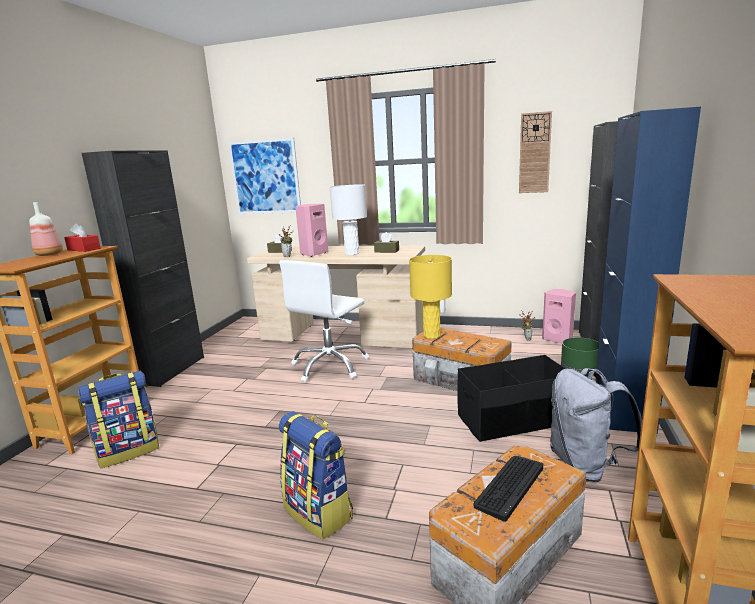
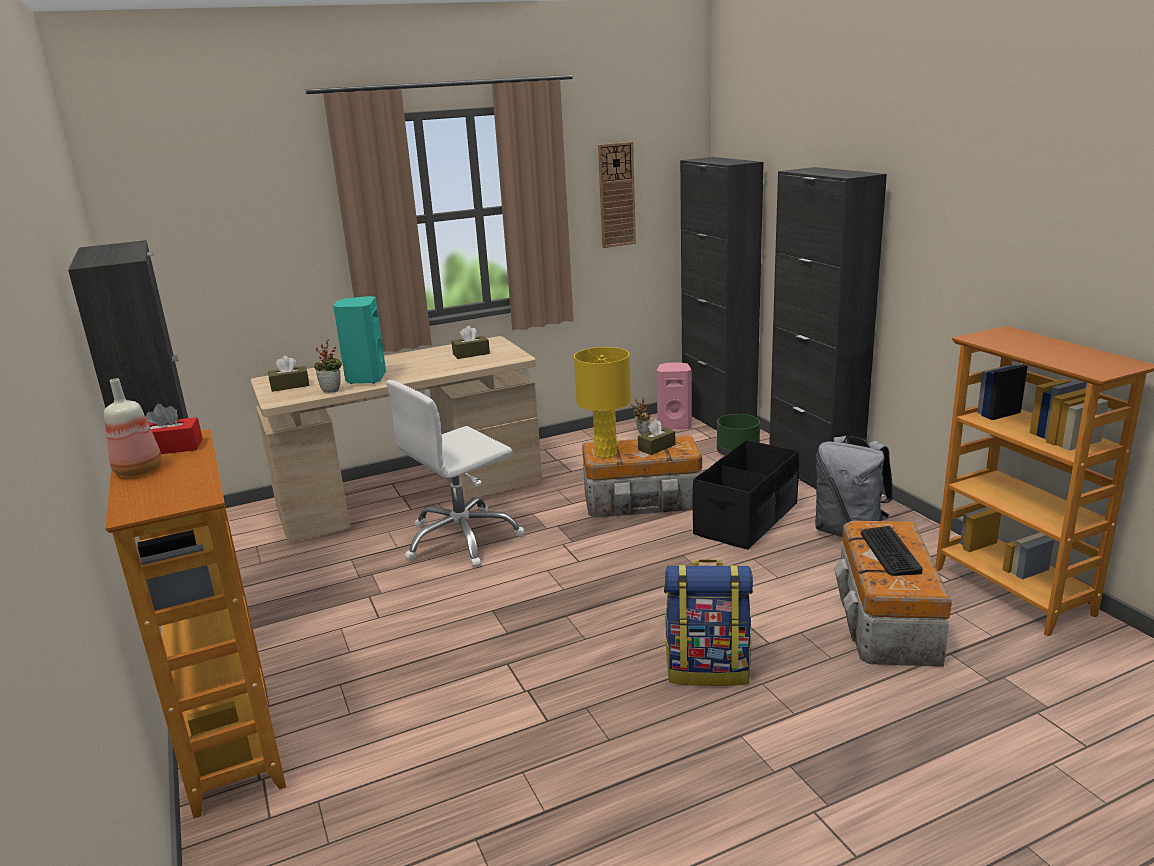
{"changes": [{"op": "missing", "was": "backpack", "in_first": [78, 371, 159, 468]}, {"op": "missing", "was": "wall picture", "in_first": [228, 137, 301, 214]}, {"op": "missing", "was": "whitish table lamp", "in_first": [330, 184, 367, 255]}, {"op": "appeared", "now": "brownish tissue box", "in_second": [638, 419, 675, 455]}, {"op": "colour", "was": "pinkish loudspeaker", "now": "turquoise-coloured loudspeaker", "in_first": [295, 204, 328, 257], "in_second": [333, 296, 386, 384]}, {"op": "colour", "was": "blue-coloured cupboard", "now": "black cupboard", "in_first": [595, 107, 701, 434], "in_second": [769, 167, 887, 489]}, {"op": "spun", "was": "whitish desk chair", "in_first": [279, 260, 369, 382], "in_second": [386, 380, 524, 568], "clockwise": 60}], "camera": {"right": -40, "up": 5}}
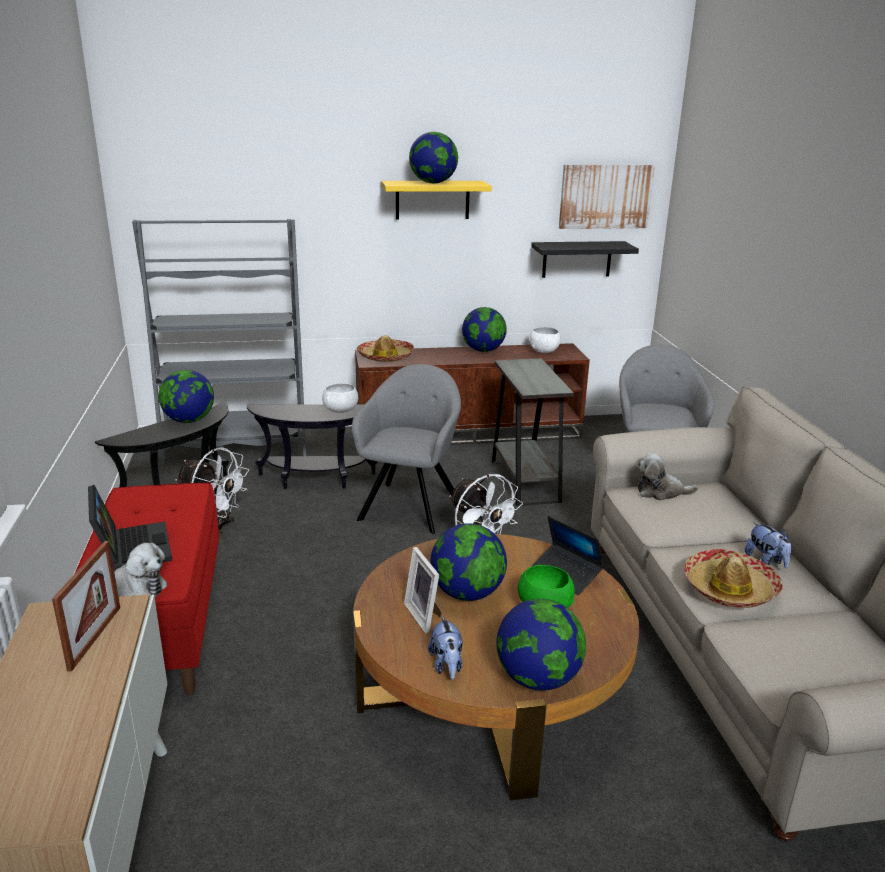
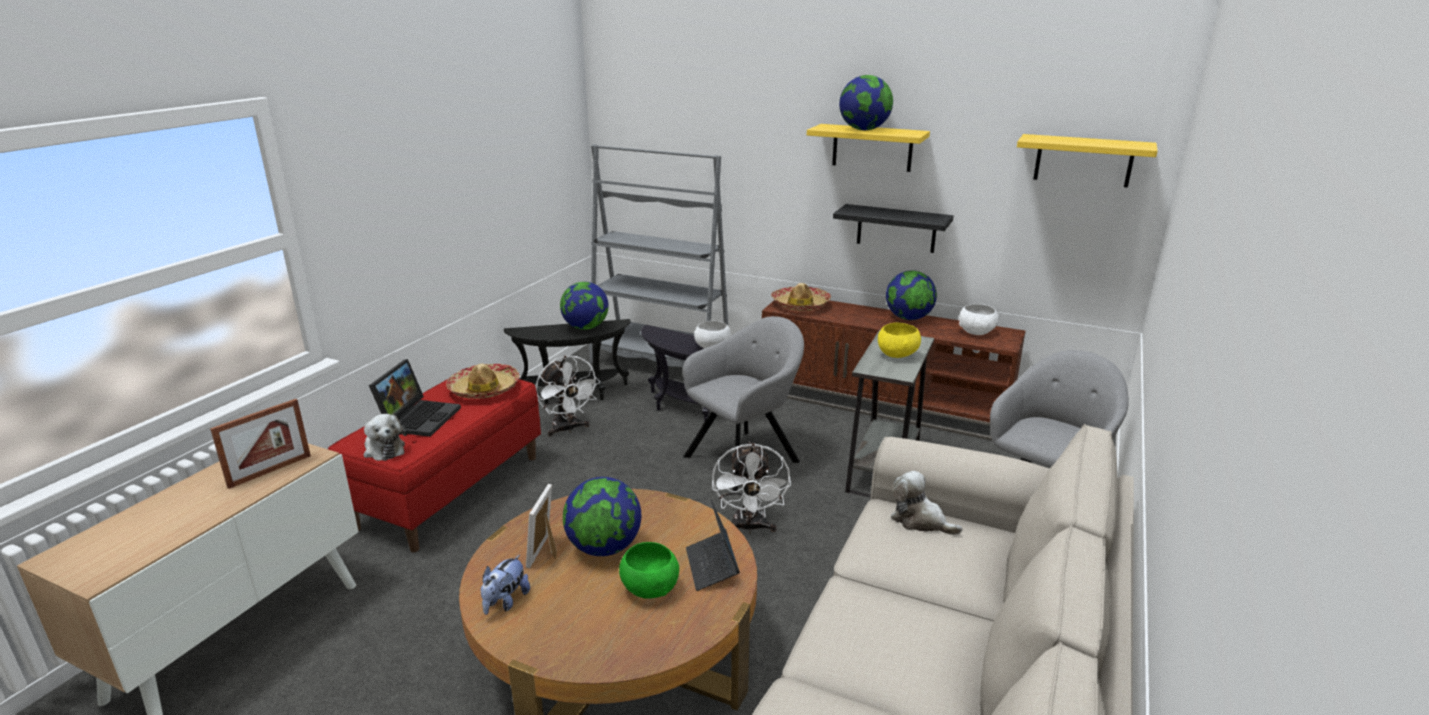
{"changes": [{"op": "missing", "was": "desk globe", "in_first": [496, 599, 586, 691]}, {"op": "missing", "was": "soft toy", "in_first": [745, 522, 792, 568]}, {"op": "appeared", "now": "yellow-coloured deep dish", "in_second": [878, 322, 921, 358]}, {"op": "relocated", "was": "black wall shelf", "in_first": [531, 241, 639, 278], "in_second": [833, 204, 954, 253]}, {"op": "relocated", "was": "wearable hat", "in_first": [684, 549, 783, 608], "in_second": [446, 364, 520, 399]}, {"op": "exchanged", "was": "wall picture", "now": "yellow-coloured wall shelf", "in_first": [559, 165, 655, 229], "in_second": [1017, 134, 1158, 188]}], "camera": {"right": 35, "up": 0}}
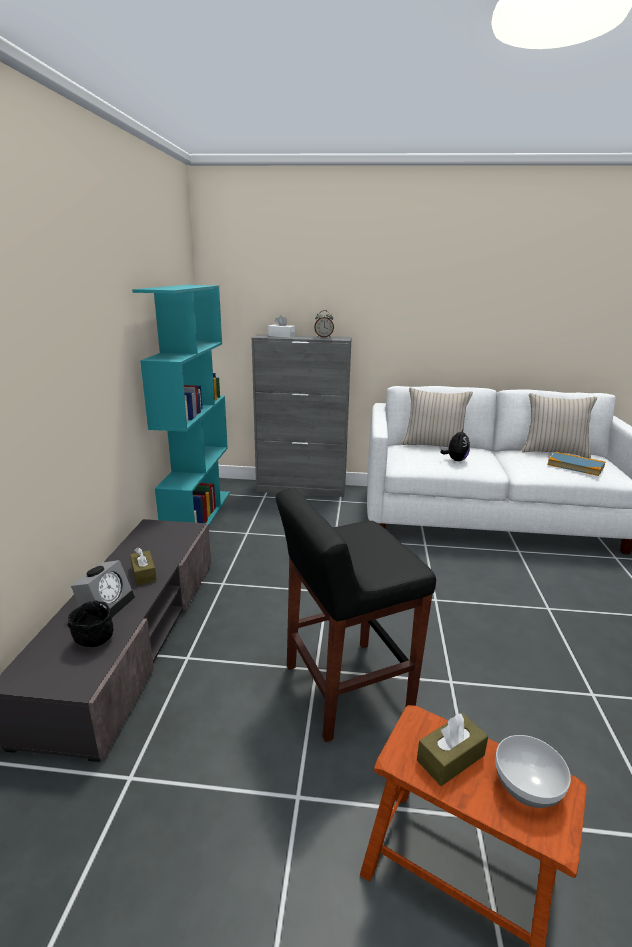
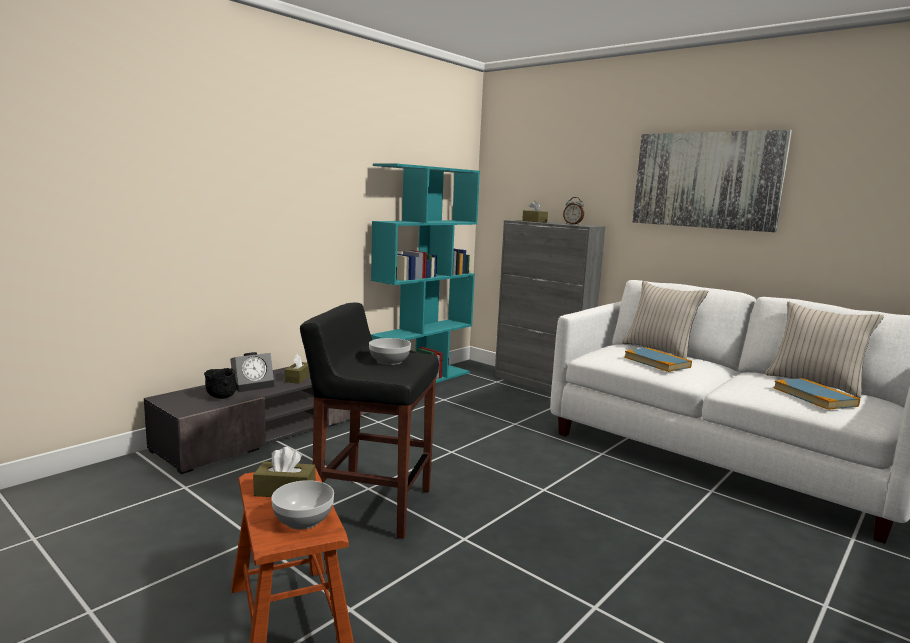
{"changes": [{"op": "appeared", "now": "deep dish", "in_second": [369, 338, 411, 365]}, {"op": "appeared", "now": "wall picture", "in_second": [632, 130, 792, 232]}, {"op": "exchanged", "was": "soft toy", "now": "book", "in_first": [440, 428, 470, 461], "in_second": [624, 347, 692, 372]}, {"op": "colour", "was": "whitish tissue box", "now": "brownish tissue box", "in_first": [268, 315, 295, 338], "in_second": [522, 201, 548, 222]}], "camera": {"right": 35, "up": -10}}
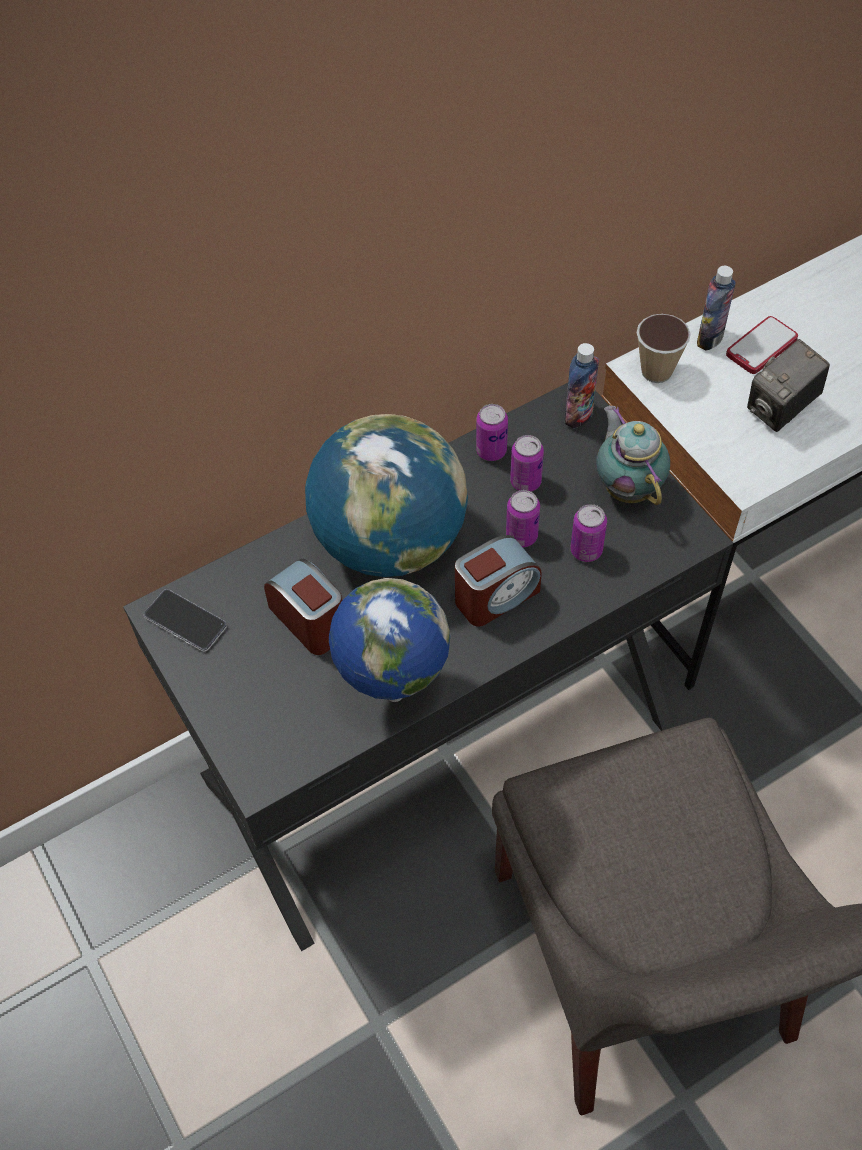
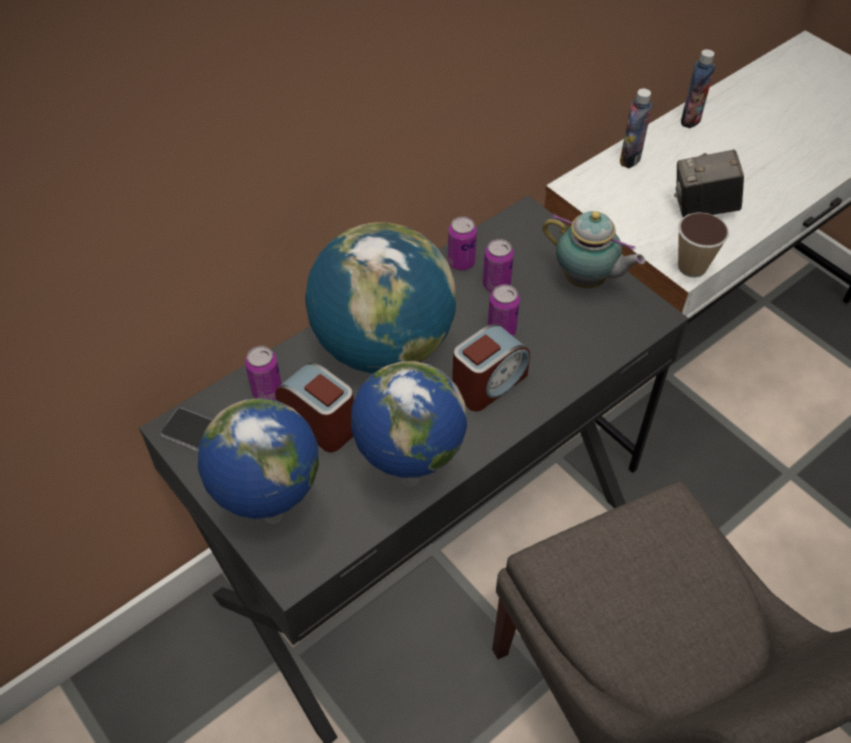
{"changes": [{"op": "missing", "was": "phone", "in_first": [726, 316, 798, 374]}, {"op": "appeared", "now": "desk globe", "in_second": [198, 398, 319, 524]}, {"op": "relocated", "was": "bottle", "in_first": [564, 343, 599, 428], "in_second": [681, 49, 715, 128]}, {"op": "relocated", "was": "sealed can", "in_first": [570, 504, 607, 562], "in_second": [245, 346, 282, 400]}, {"op": "relocated", "was": "drinking cup", "in_first": [637, 314, 691, 383], "in_second": [678, 212, 729, 278]}, {"op": "spun", "was": "pot for tea", "in_first": [596, 406, 670, 505], "in_second": [543, 211, 645, 288], "clockwise": 150}, {"op": "spun", "was": "photo camera", "in_first": [747, 339, 830, 432], "in_second": [674, 149, 744, 217], "clockwise": 45}], "camera": {"right": -10, "up": -5}}
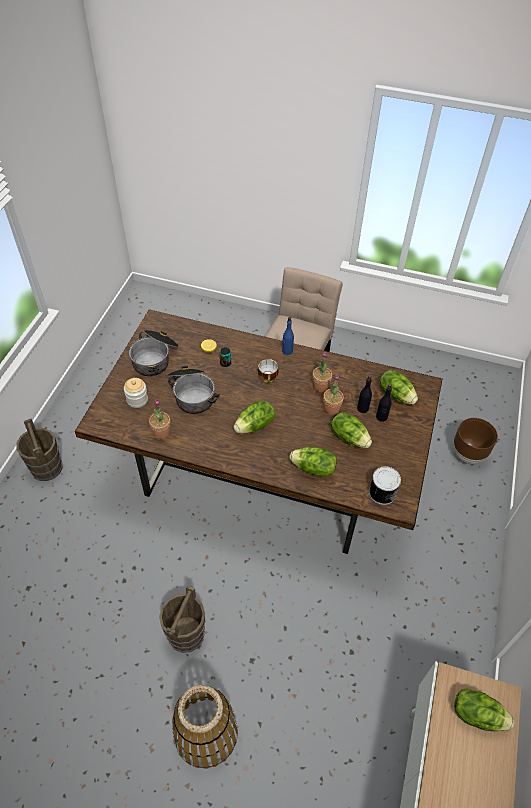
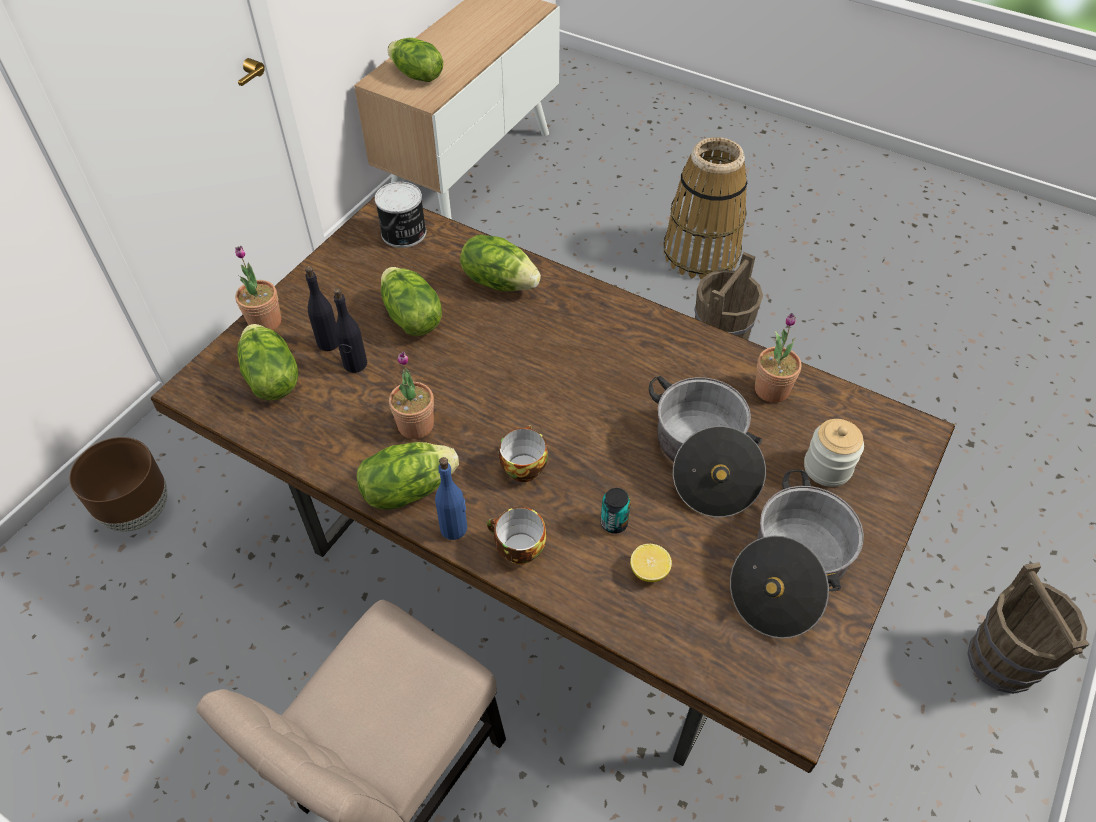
{"changes": [{"op": "appeared", "now": "drinking cup", "in_second": [487, 507, 546, 565]}, {"op": "relocated", "was": "head of lettuce", "in_first": [233, 401, 275, 434], "in_second": [357, 442, 459, 509]}, {"op": "relocated", "was": "houseplant", "in_first": [323, 375, 344, 415], "in_second": [235, 246, 282, 330]}], "camera": {"right": -165, "up": 0}}
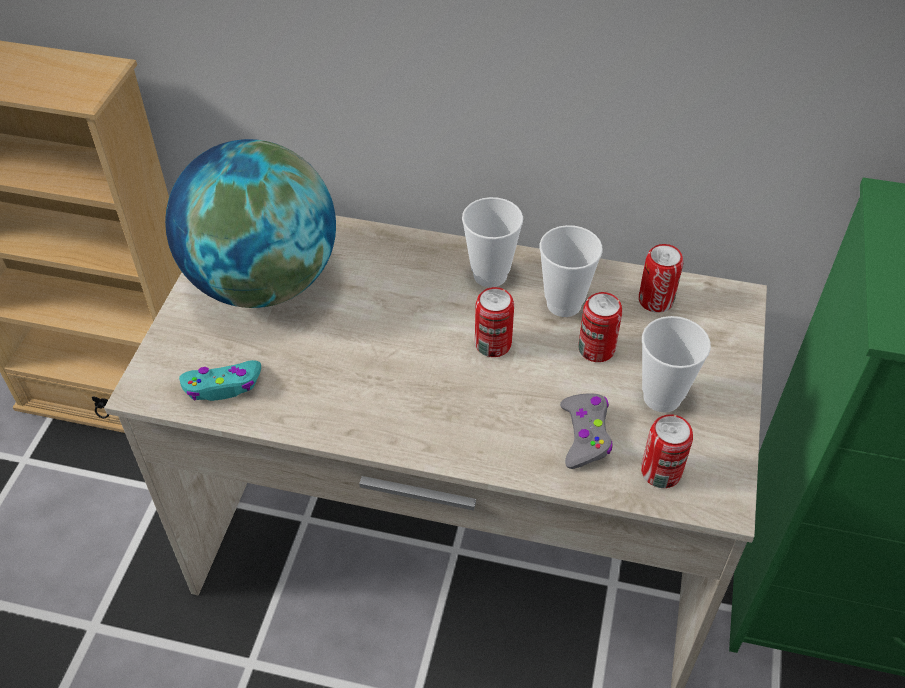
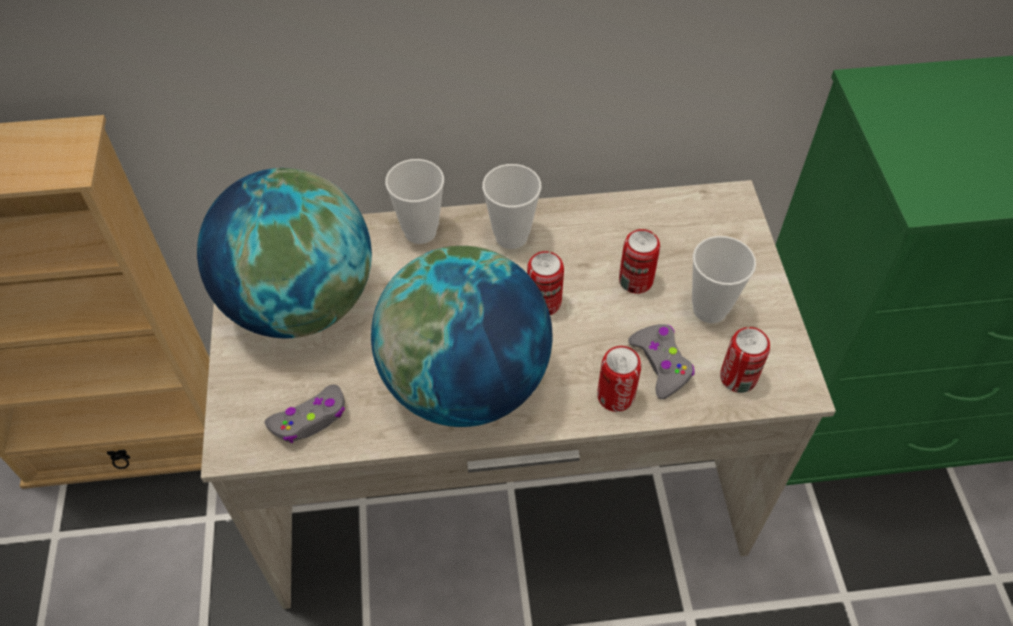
{"changes": [{"op": "appeared", "now": "desk globe", "in_second": [371, 246, 552, 427]}, {"op": "relocated", "was": "drinking cup", "in_first": [540, 225, 603, 317], "in_second": [385, 159, 444, 244]}, {"op": "relocated", "was": "sealed can", "in_first": [639, 244, 683, 313], "in_second": [597, 346, 641, 412]}, {"op": "colour", "was": "turquoise-coloured game controller", "now": "grey game controller", "in_first": [179, 360, 261, 401], "in_second": [265, 385, 345, 443]}], "camera": {"right": -20, "up": 5}}
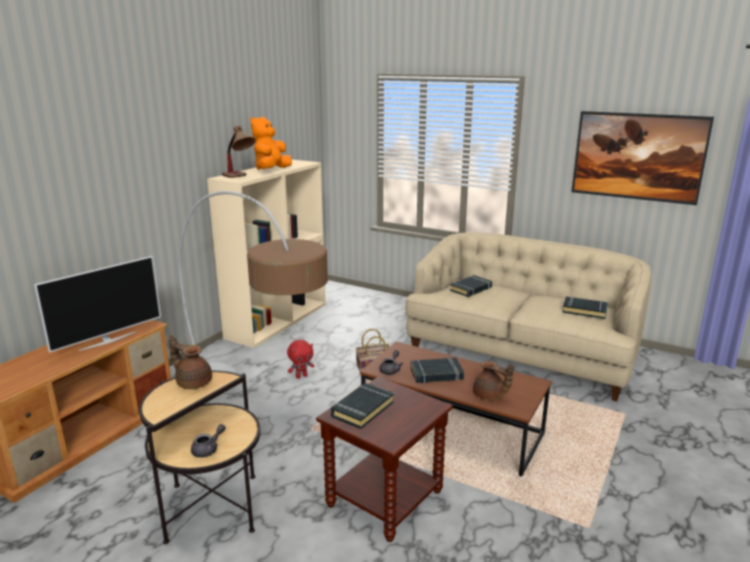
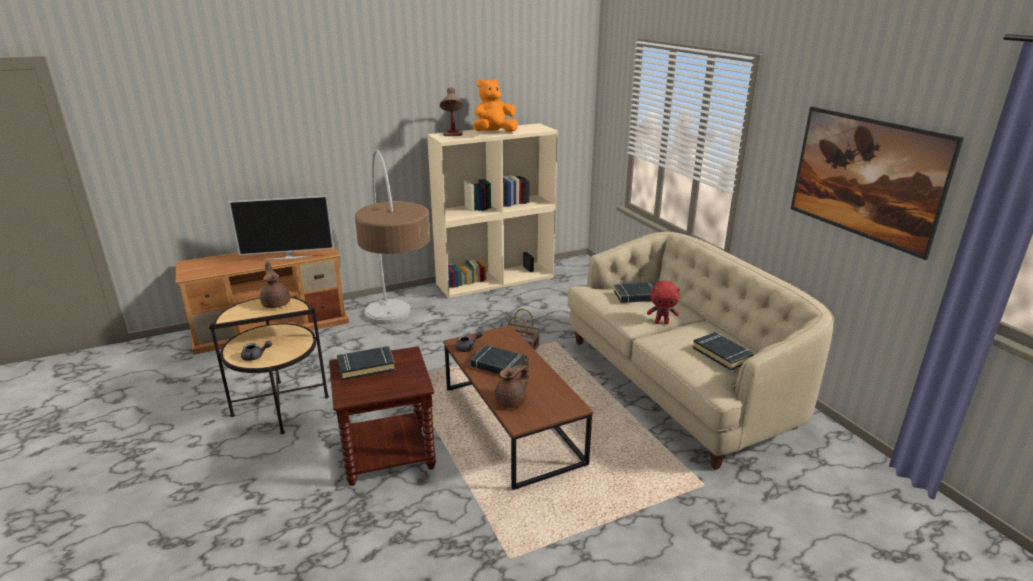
{"changes": [{"op": "relocated", "was": "red soft toy", "in_first": [287, 340, 314, 379], "in_second": [647, 281, 680, 324]}, {"op": "spun", "was": "brownish pot for tea", "in_first": [473, 361, 513, 400], "in_second": [495, 355, 529, 408], "clockwise": -120}], "camera": {"right": 35, "up": 5}}
